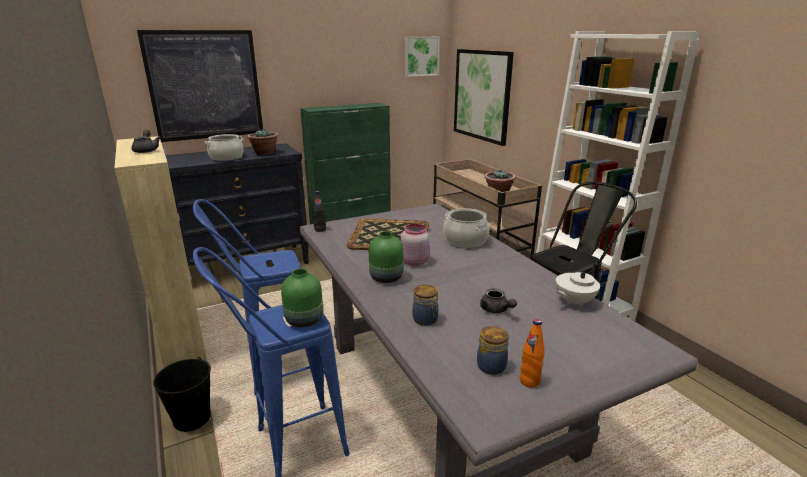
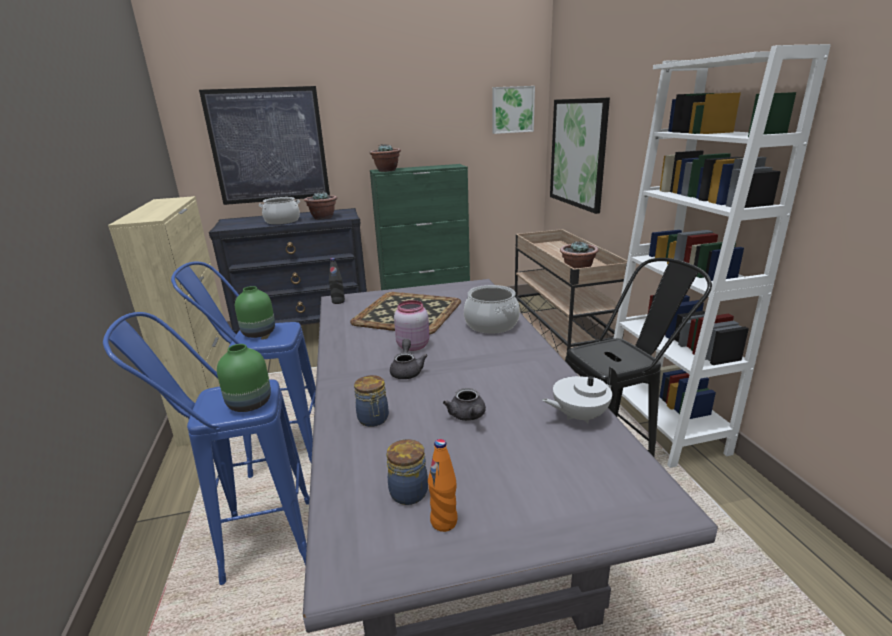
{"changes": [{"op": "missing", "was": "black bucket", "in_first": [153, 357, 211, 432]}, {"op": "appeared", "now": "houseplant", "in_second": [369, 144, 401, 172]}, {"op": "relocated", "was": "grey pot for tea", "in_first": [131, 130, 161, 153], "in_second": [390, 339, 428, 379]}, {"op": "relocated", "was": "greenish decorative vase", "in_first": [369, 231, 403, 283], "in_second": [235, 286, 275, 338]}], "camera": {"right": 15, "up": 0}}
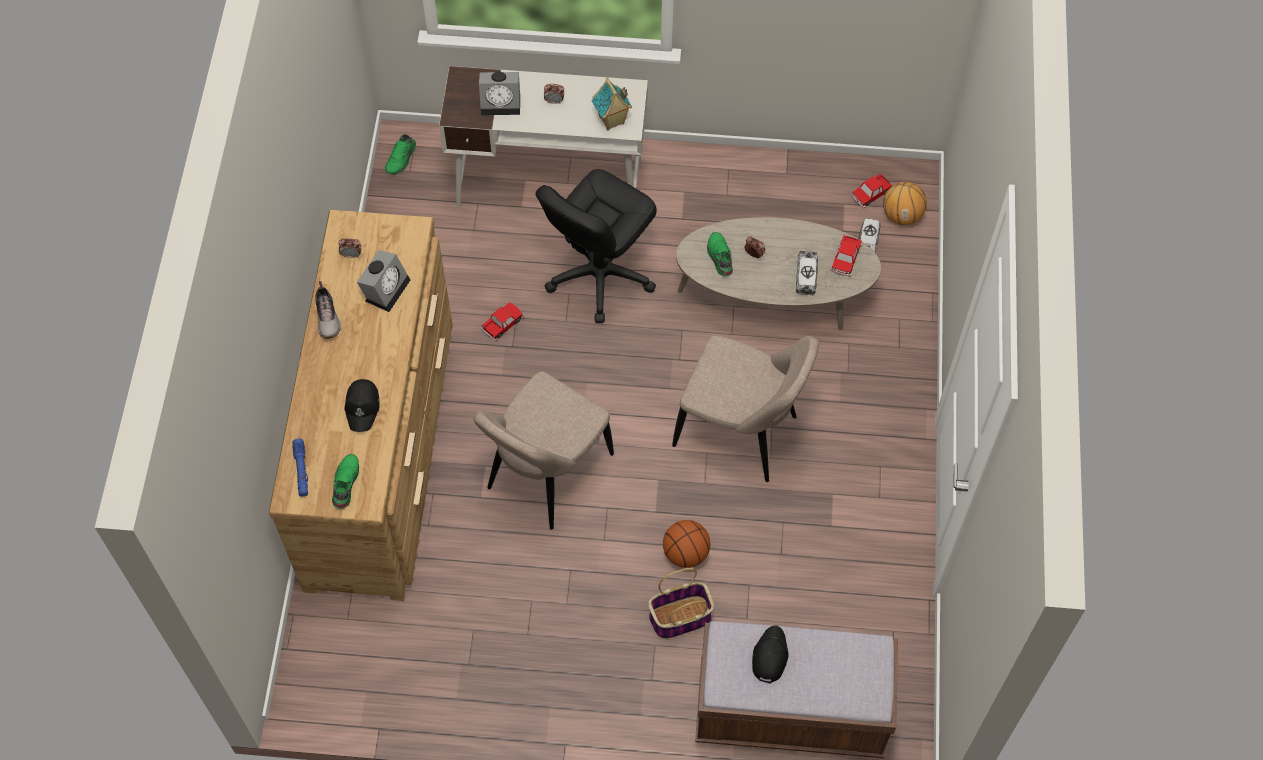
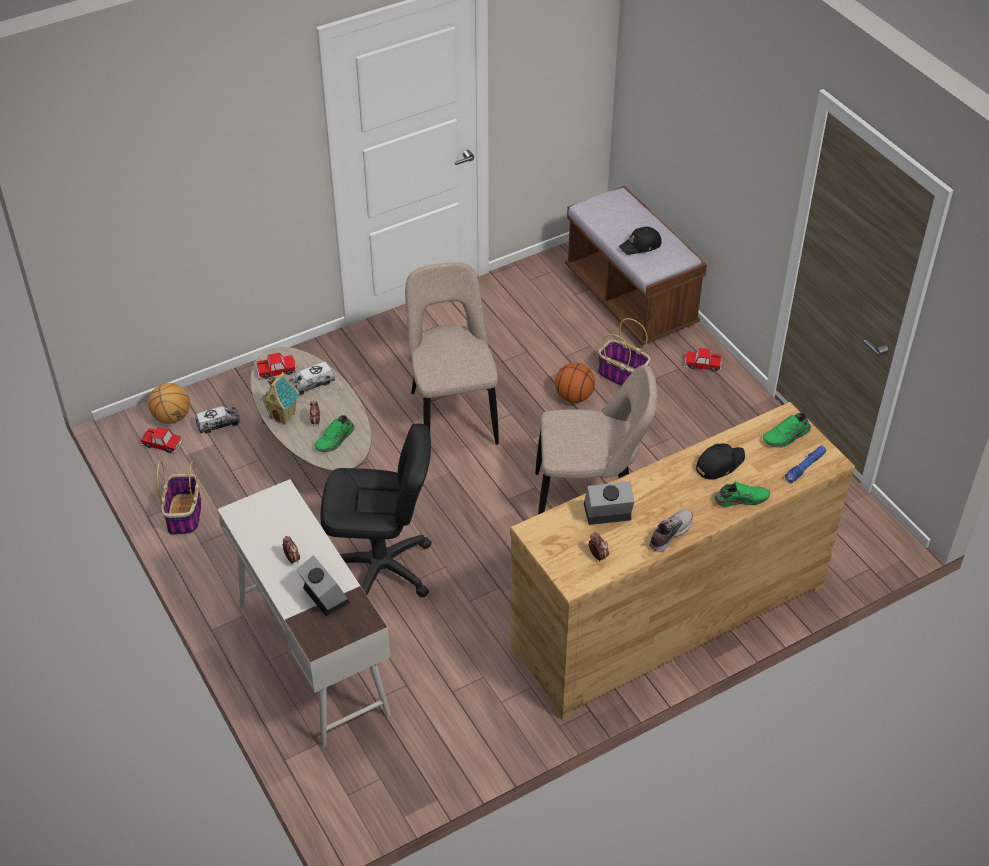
{"changes": [{"op": "appeared", "now": "basket", "in_second": [157, 461, 201, 536]}, {"op": "relocated", "was": "greenish shoe", "in_first": [385, 134, 416, 174], "in_second": [714, 482, 770, 507]}, {"op": "relocated", "was": "toy car", "in_first": [481, 302, 524, 342], "in_second": [685, 348, 722, 372]}, {"op": "relocated", "was": "model house", "in_first": [591, 77, 632, 131], "in_second": [260, 372, 300, 425]}], "camera": {"right": -125, "up": -15}}
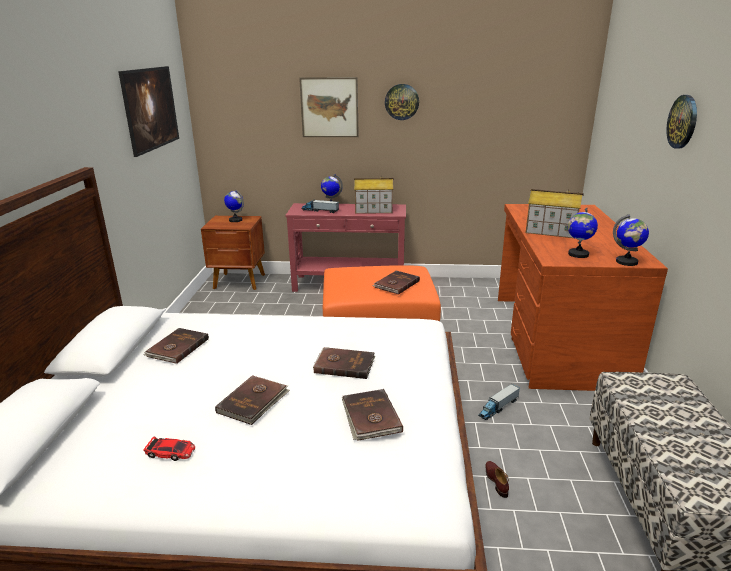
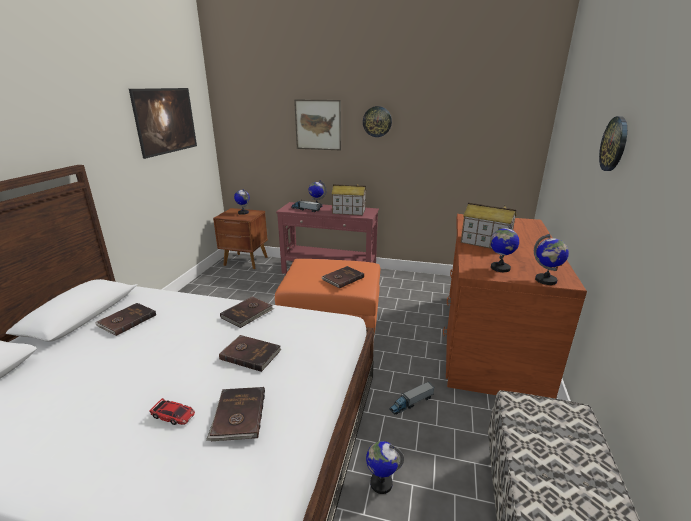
{"changes": [{"op": "relocated", "was": "toy car", "in_first": [143, 437, 195, 461], "in_second": [149, 398, 195, 425]}, {"op": "relocated", "was": "brownish book", "in_first": [215, 375, 290, 425], "in_second": [220, 297, 274, 328]}, {"op": "exchanged", "was": "brownish shoe", "now": "desk globe", "in_first": [486, 461, 509, 498], "in_second": [366, 441, 404, 494]}], "camera": {"right": 10, "up": 0}}
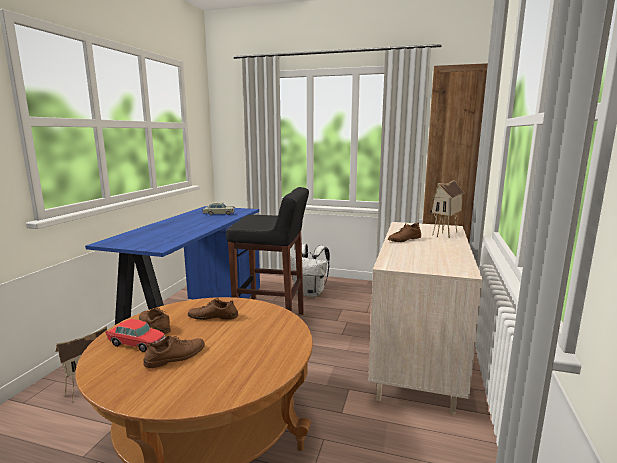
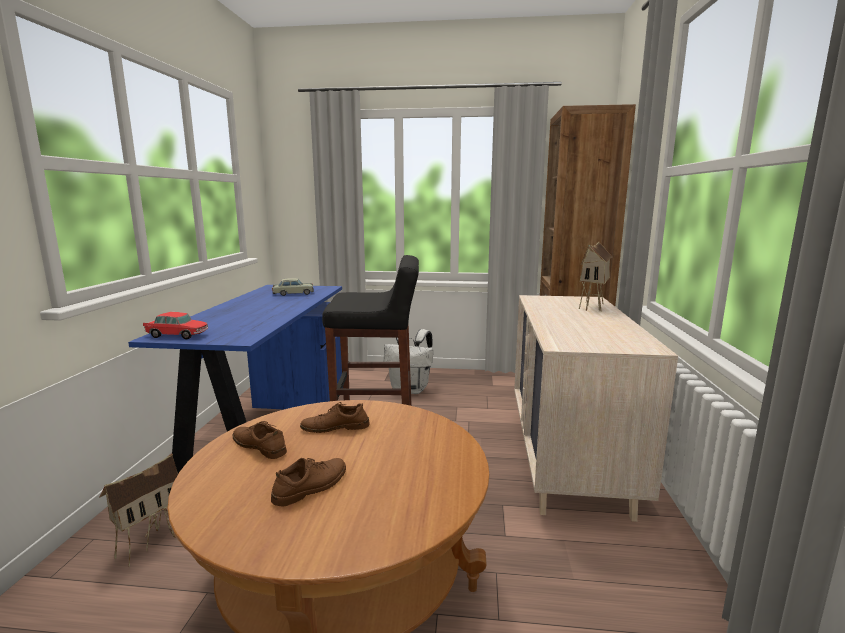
{"changes": [{"op": "missing", "was": "brownish shoe", "in_first": [388, 222, 421, 242]}, {"op": "relocated", "was": "toy car", "in_first": [105, 319, 165, 352], "in_second": [143, 312, 208, 339]}], "camera": {"right": -10, "up": 0}}
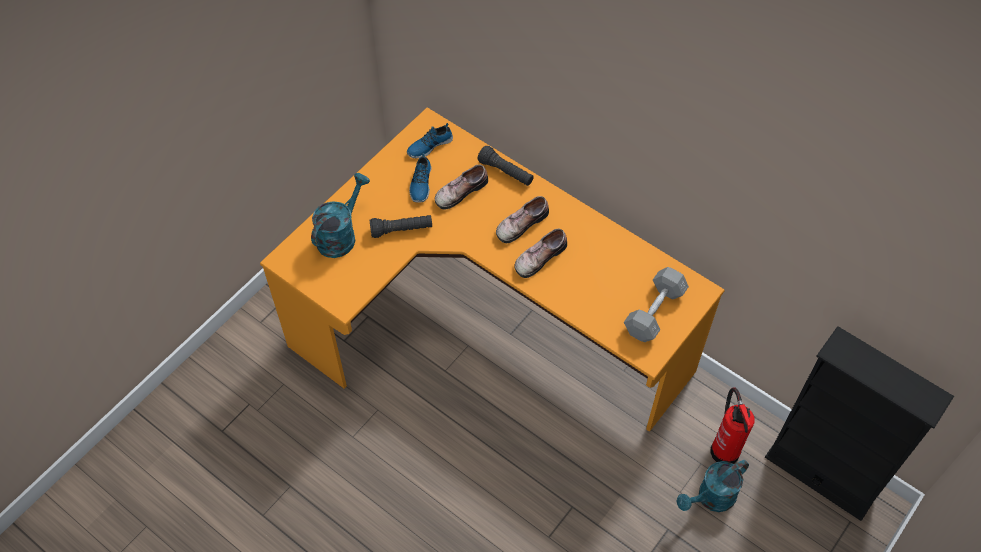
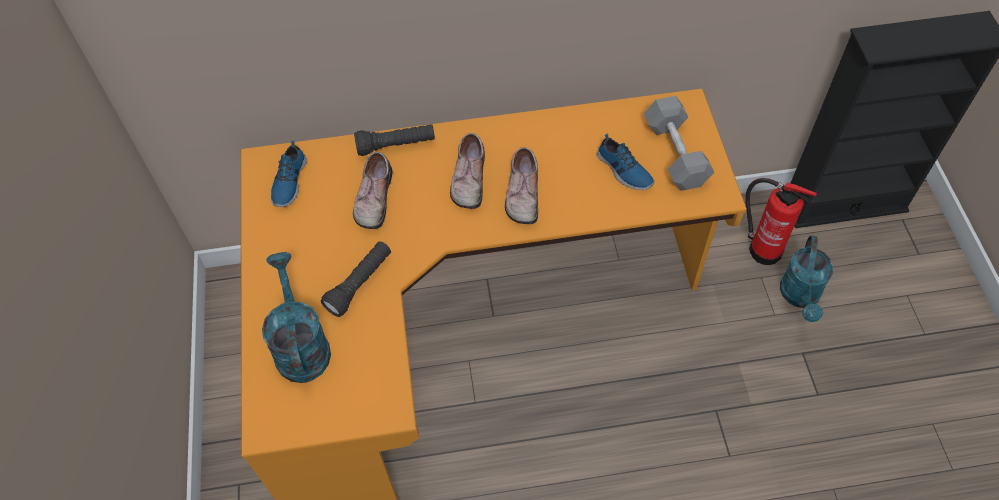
{"changes": [{"op": "relocated", "was": "shoe", "in_first": [409, 153, 432, 203], "in_second": [597, 134, 654, 190]}], "camera": {"right": -45, "up": 0}}
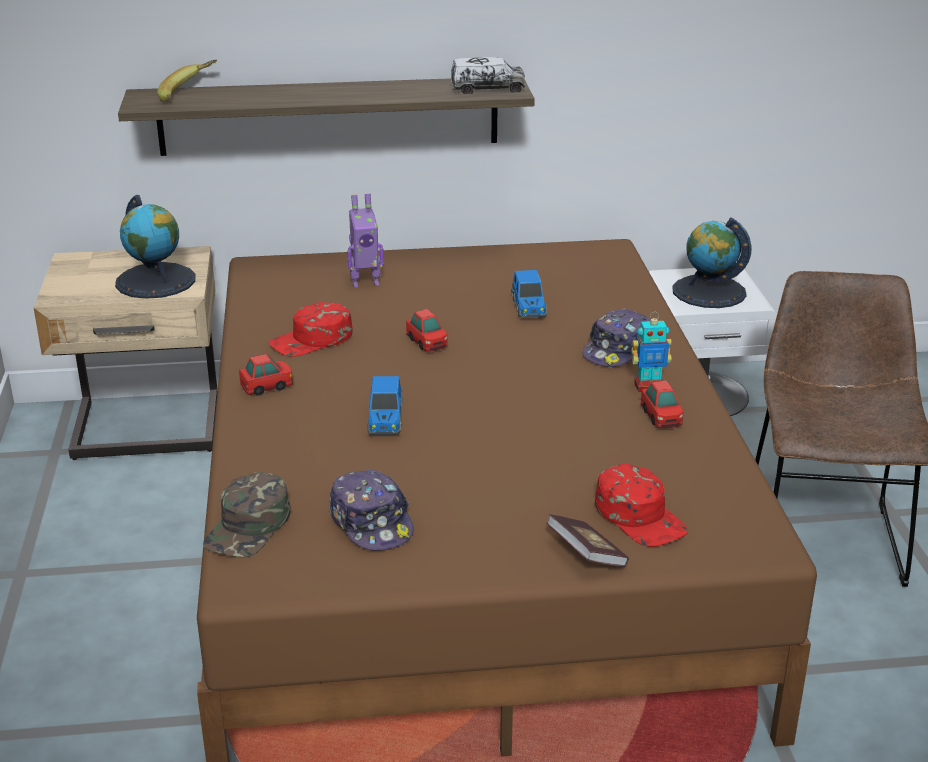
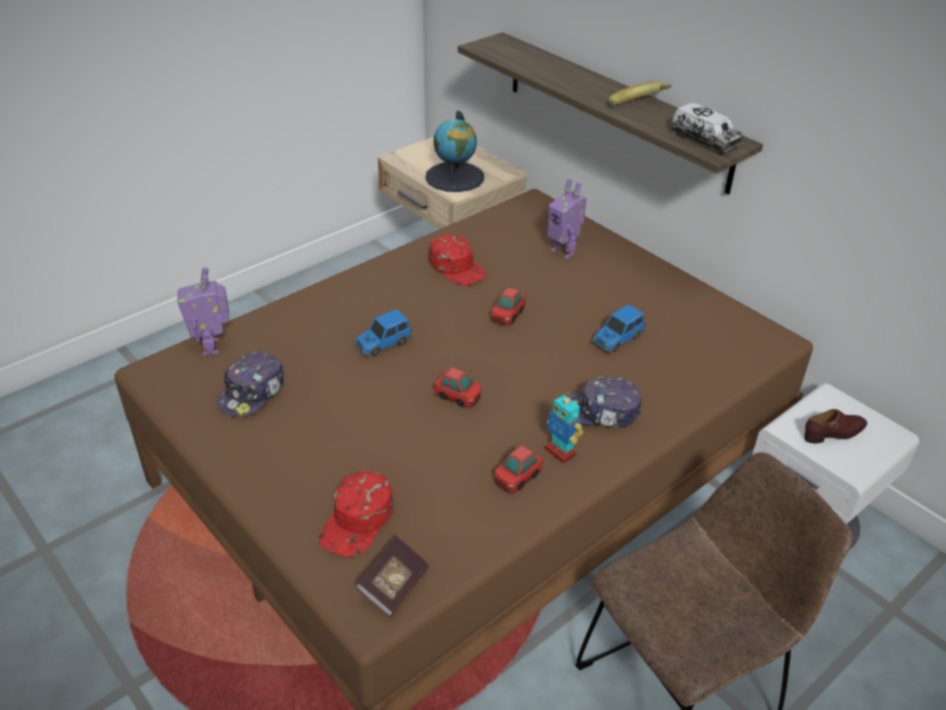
{"changes": [{"op": "relocated", "was": "banana", "in_first": [157, 60, 217, 102], "in_second": [609, 81, 672, 105]}, {"op": "relocated", "was": "toy car", "in_first": [239, 354, 293, 395], "in_second": [434, 367, 481, 408]}, {"op": "relocated", "was": "book", "in_first": [546, 514, 629, 567], "in_second": [355, 536, 429, 617]}, {"op": "exchanged", "was": "greenish baseball cap", "now": "robot figure", "in_first": [203, 472, 291, 558], "in_second": [177, 267, 229, 355]}, {"op": "exchanged", "was": "desk globe", "now": "brownish shoe", "in_first": [672, 217, 752, 308], "in_second": [804, 409, 867, 443]}, {"op": "spun", "was": "red baseball cap", "in_first": [269, 302, 353, 357], "in_second": [429, 234, 487, 286], "clockwise": -150}], "camera": {"right": 55, "up": 10}}
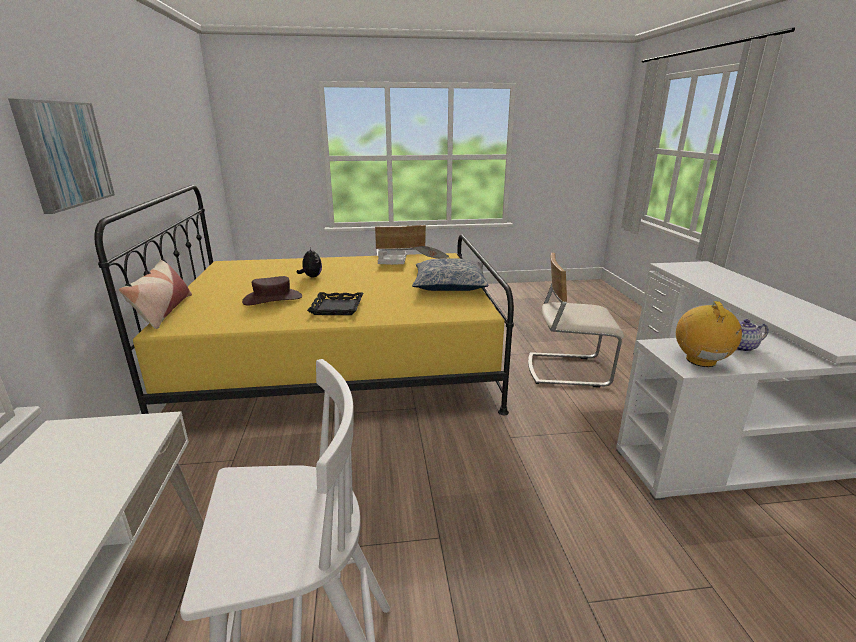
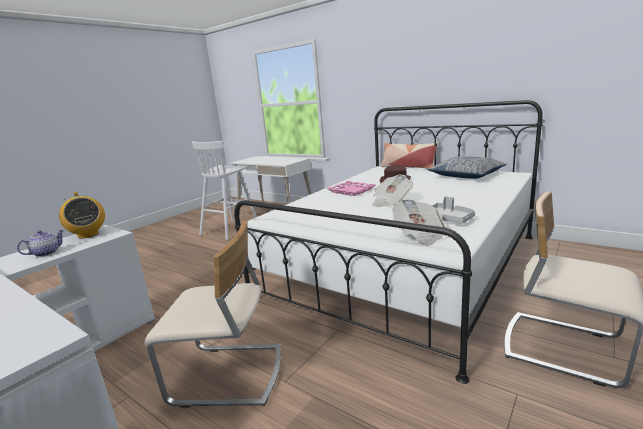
{"changes": [{"op": "missing", "was": "wall picture", "in_first": [8, 99, 115, 214]}, {"op": "missing", "was": "soft toy", "in_first": [297, 247, 322, 277]}, {"op": "appeared", "now": "printed paper", "in_second": [372, 174, 413, 207]}, {"op": "relocated", "was": "throw pillow", "in_first": [412, 258, 489, 291], "in_second": [427, 156, 507, 179]}, {"op": "colour", "was": "yellow-coloured bedroom bed", "now": "whitish bedroom bed", "in_first": [94, 185, 514, 415], "in_second": [234, 100, 543, 384]}, {"op": "colour", "was": "black tray", "now": "pinkish tray", "in_first": [307, 292, 363, 315], "in_second": [327, 181, 376, 196]}, {"op": "spun", "was": "beige plain chair", "in_first": [528, 253, 624, 388], "in_second": [144, 221, 281, 408], "clockwise": 45}], "camera": {"right": 135, "up": -5}}
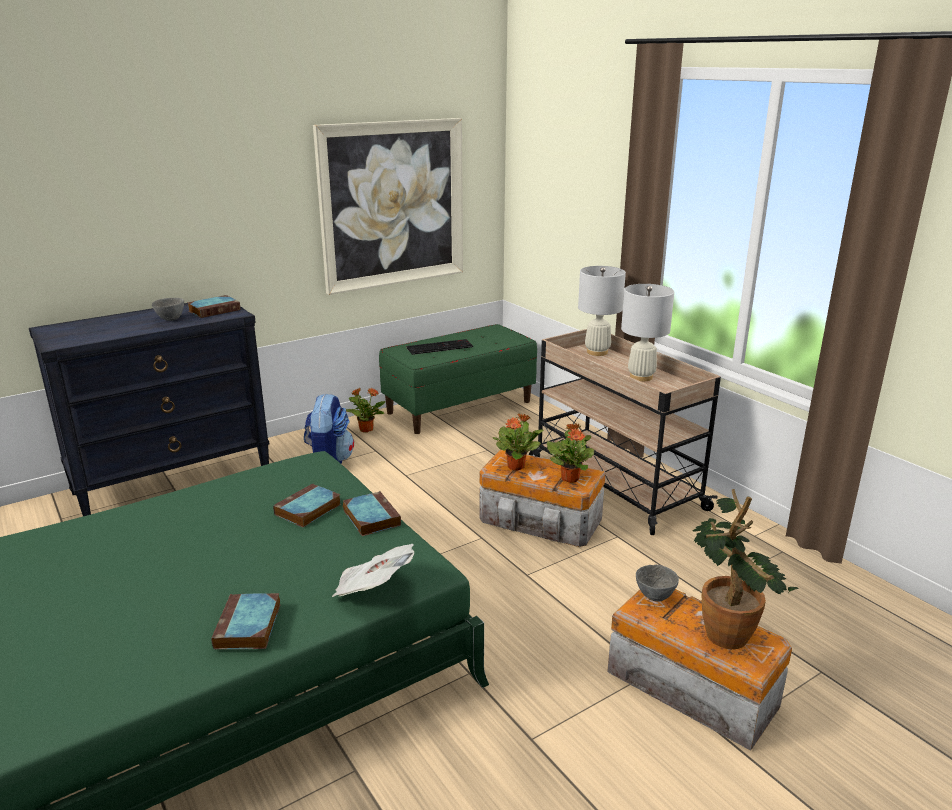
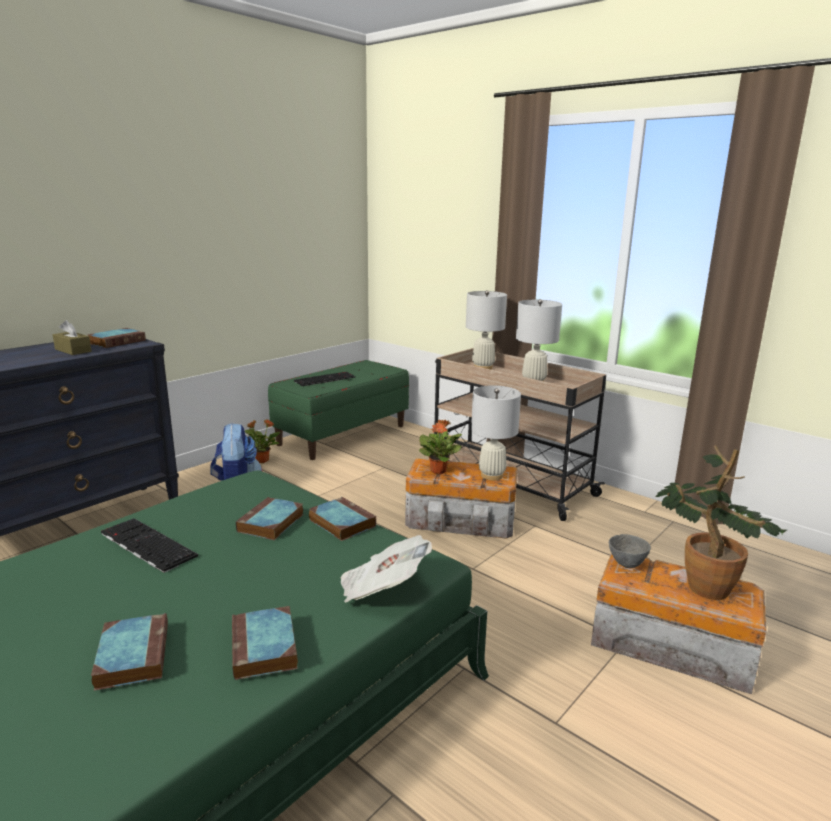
{"changes": [{"op": "missing", "was": "wall picture", "in_first": [313, 118, 463, 295]}, {"op": "appeared", "now": "book", "in_second": [91, 613, 168, 691]}, {"op": "appeared", "now": "computer keyboard", "in_second": [101, 518, 198, 573]}, {"op": "exchanged", "was": "grey deep dish", "now": "brownish tissue box", "in_first": [152, 298, 184, 321], "in_second": [53, 320, 91, 355]}, {"op": "exchanged", "was": "houseplant", "now": "whitish table lamp", "in_first": [547, 423, 594, 483], "in_second": [471, 385, 521, 480]}], "camera": {"right": -15, "up": -5}}
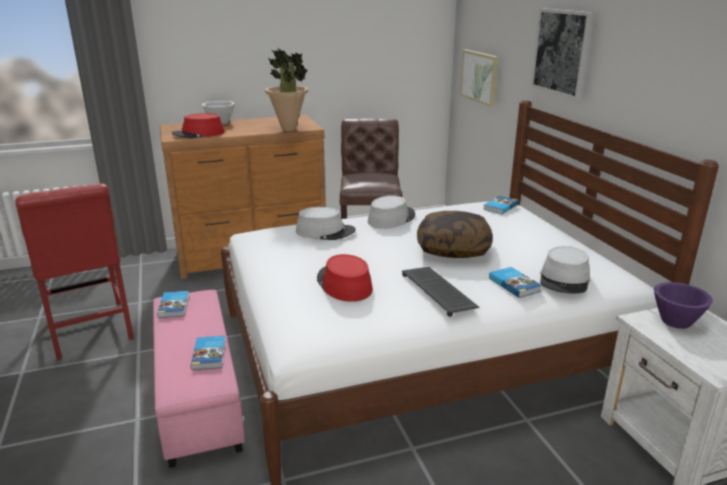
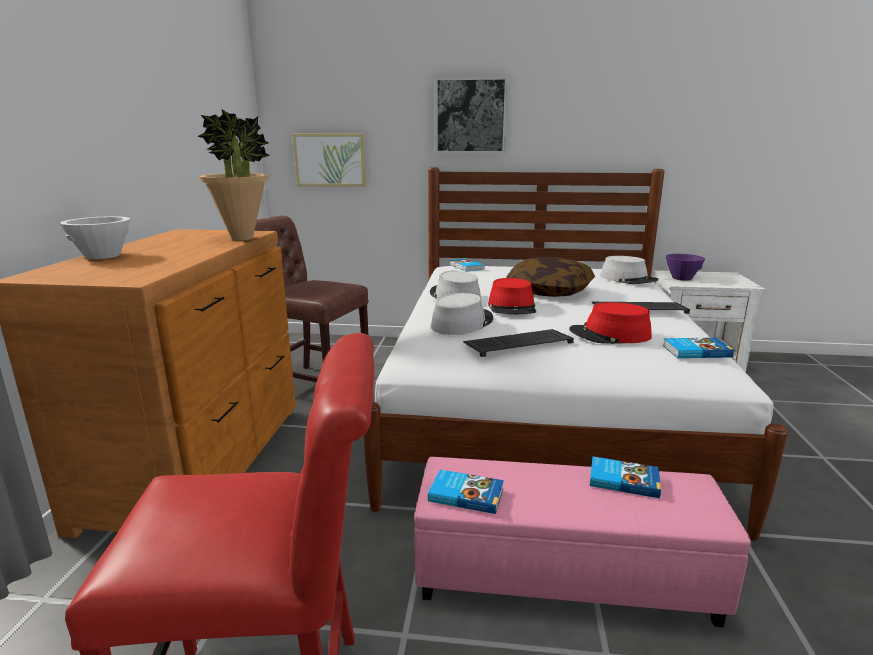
{"changes": [{"op": "appeared", "now": "computer keyboard", "in_second": [463, 329, 574, 357]}, {"op": "relocated", "was": "red wearable hat", "in_first": [172, 113, 224, 138], "in_second": [488, 278, 536, 314]}, {"op": "relocated", "was": "book", "in_first": [489, 267, 542, 298], "in_second": [663, 338, 734, 358]}], "camera": {"right": -65, "up": -5}}
